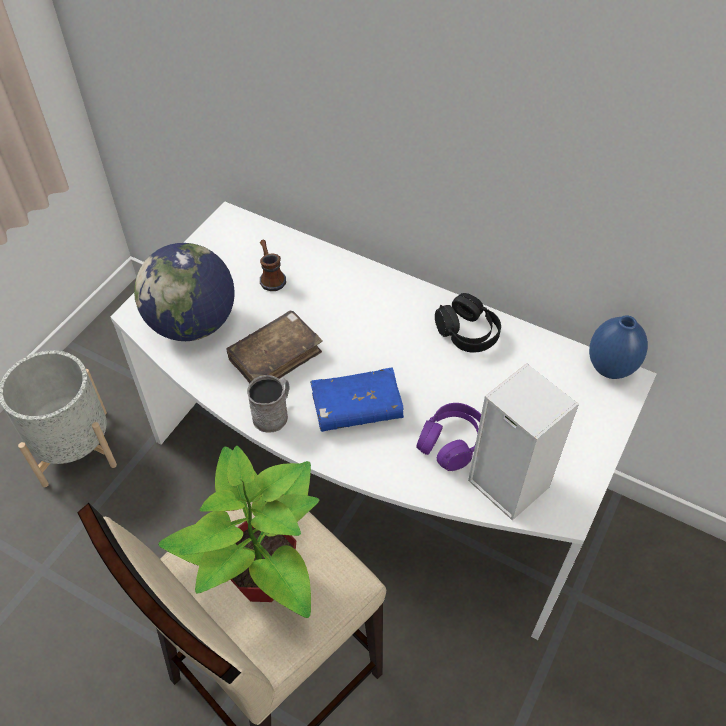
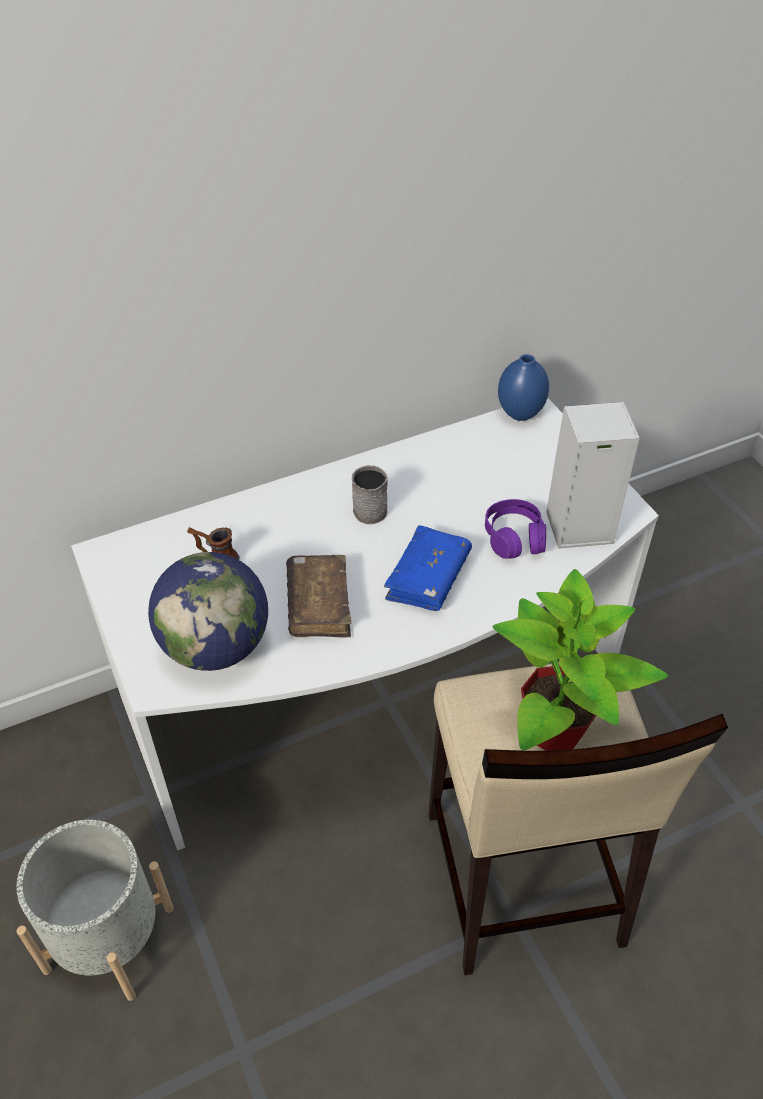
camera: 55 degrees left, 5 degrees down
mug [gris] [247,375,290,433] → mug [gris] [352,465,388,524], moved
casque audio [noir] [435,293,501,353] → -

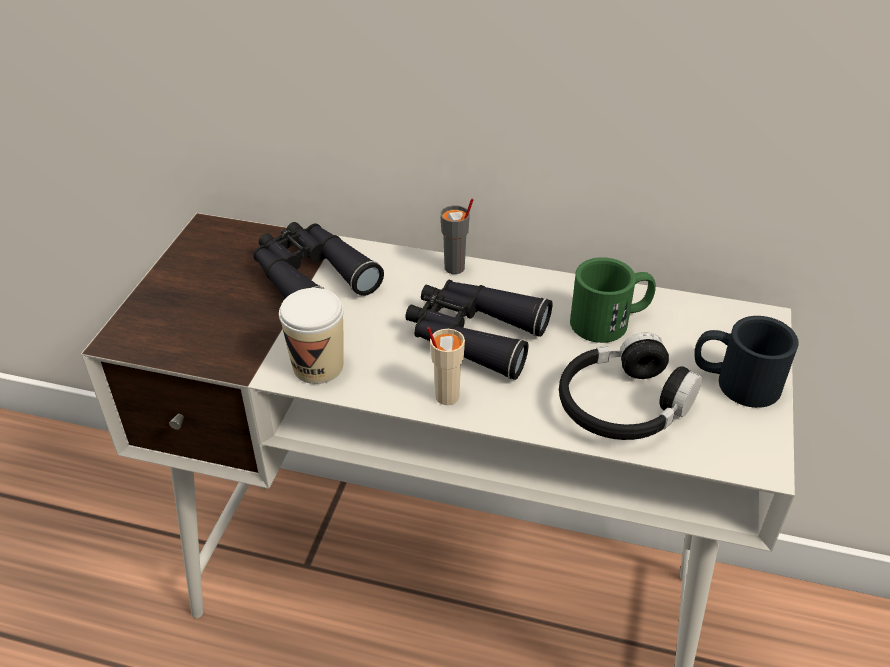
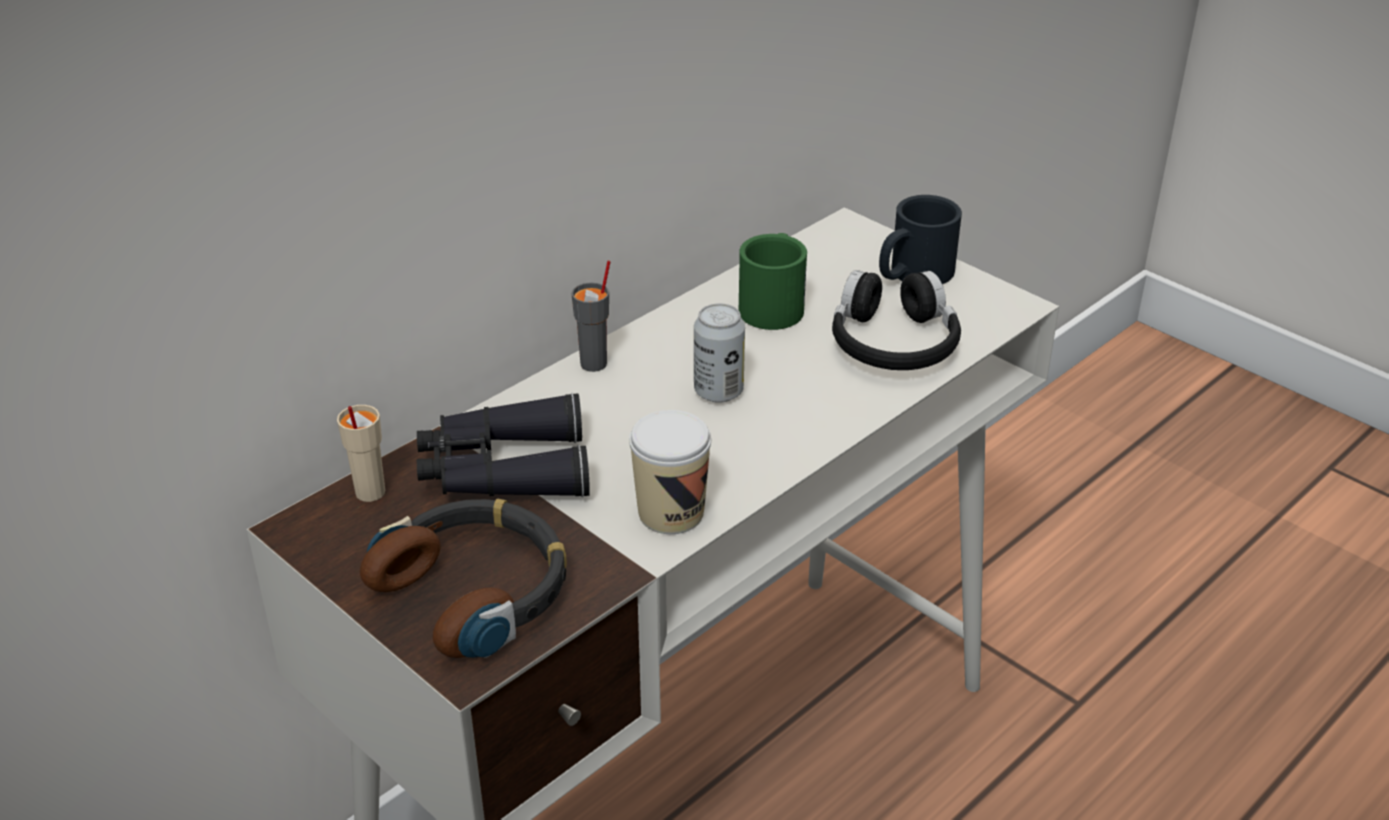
camera: 60 degrees left, 5 degrees down
tasse [beige] [427,327,465,405] → tasse [beige] [337,405,385,502], moved
- → casque audio [360,499,567,658]
jumelles [noir] [405,280,553,380] → boîte métallique [694,303,745,403]

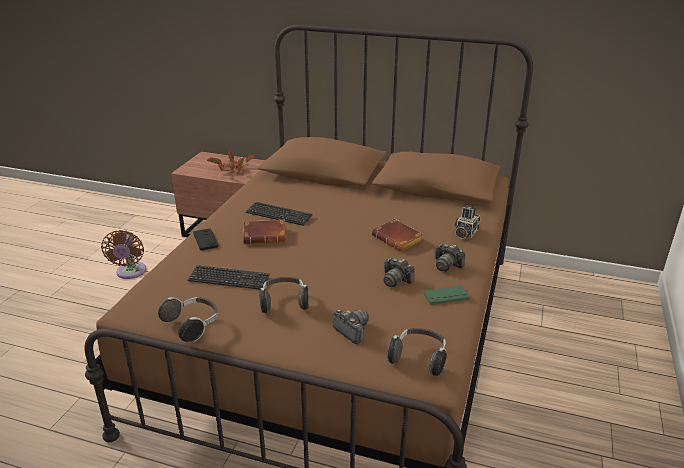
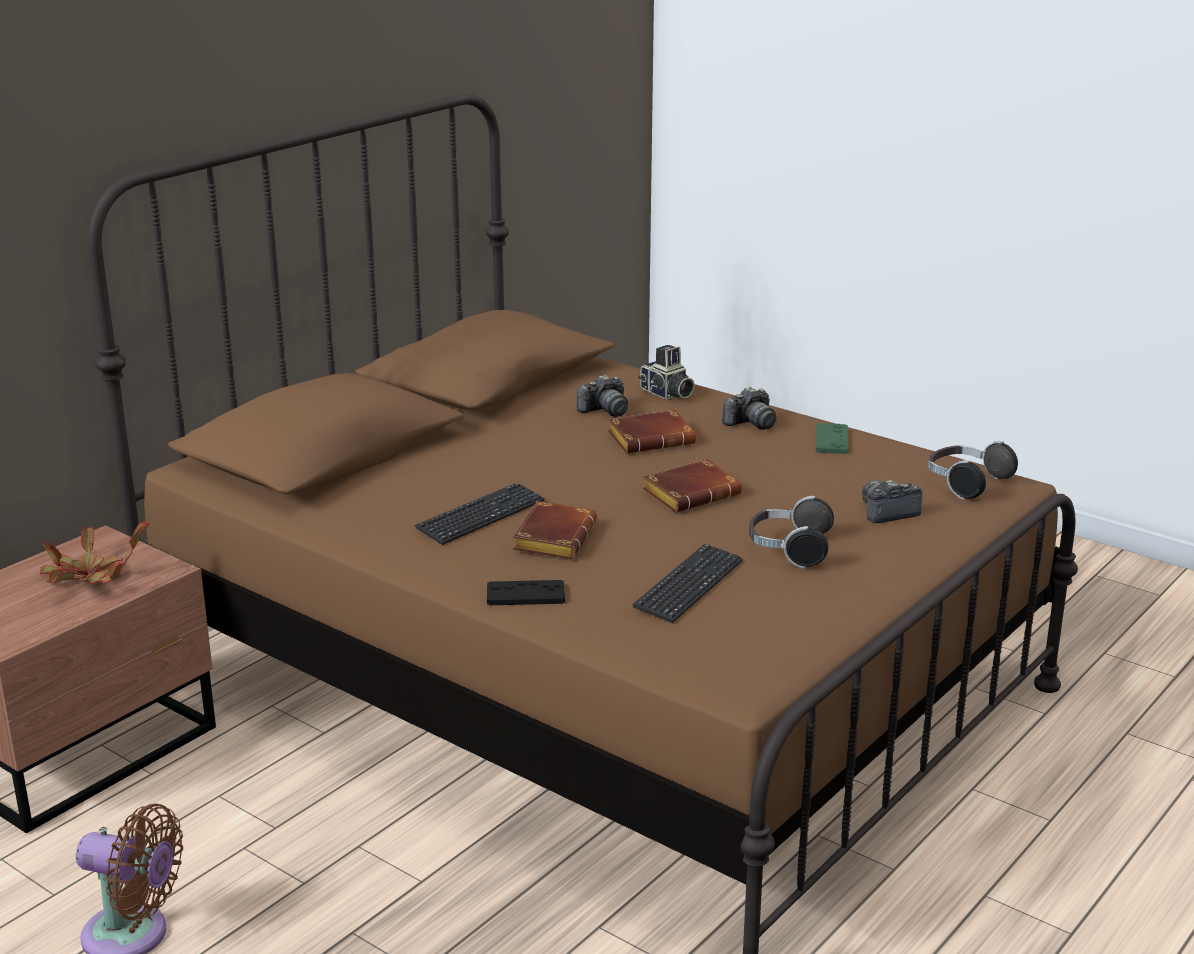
camera: 70 degrees left, 5 degrees down
appareil photo [383,257,415,287] → appareil photo [577,375,628,417], moved
- → livre [marron] [643,459,742,513]
casque audio [158,297,218,342] → -

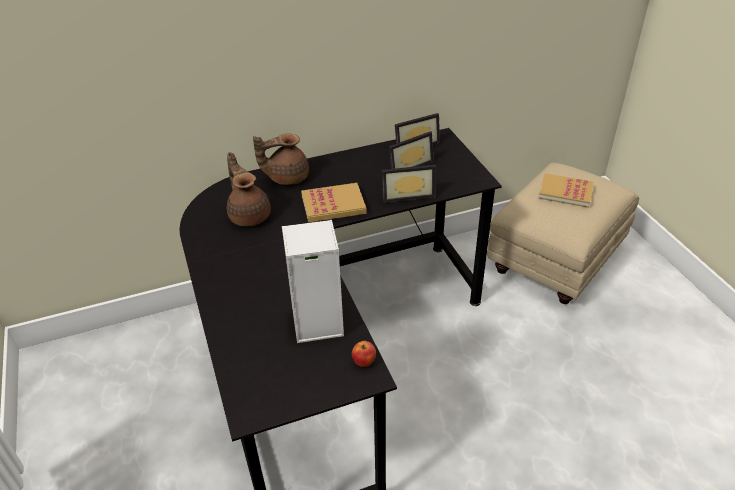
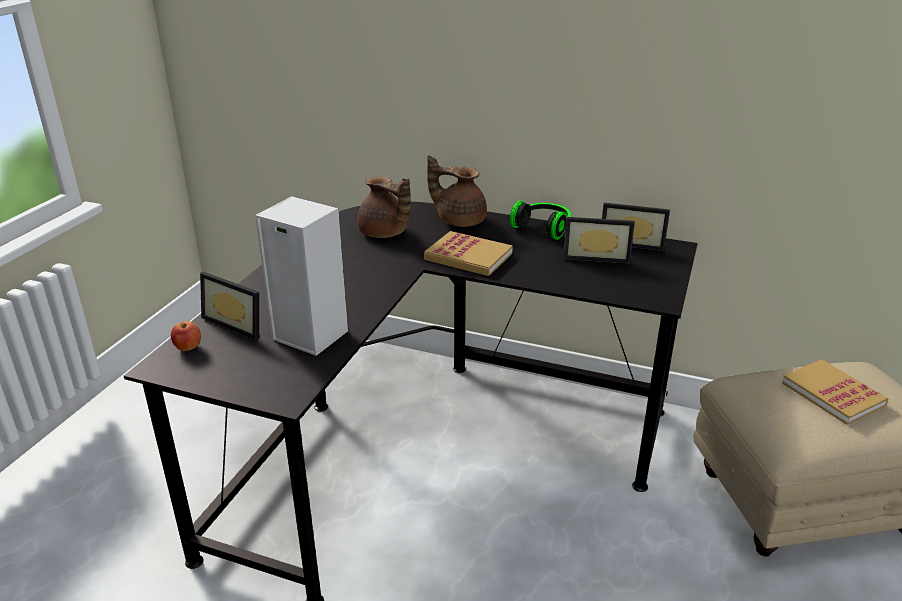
camera: 40 degrees right, 10 degrees down
pomme [352,341,376,367] → pomme [171,321,201,351], moved
cadre photo [382,165,436,203] → cadre photo [200,272,259,340], moved
théière [marron] [227,152,271,226] → théière [marron] [357,177,411,238], 120 degrees clockwise
- → casque audio [510,201,571,240]

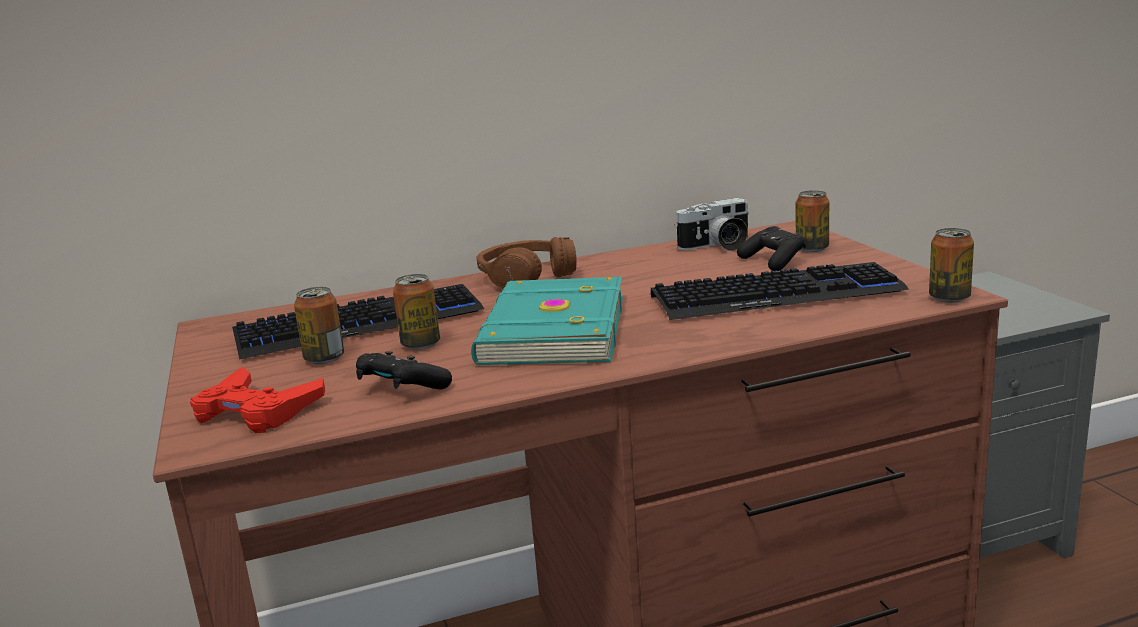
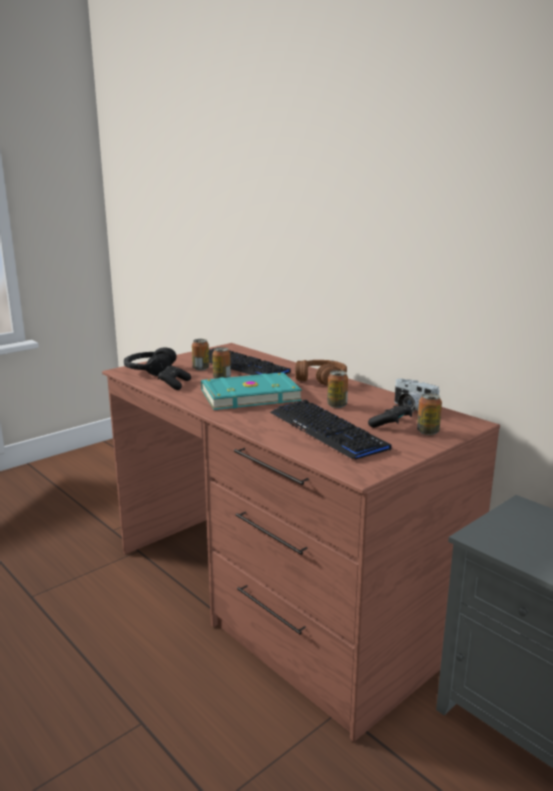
camera: 65 degrees right, 0 degrees up
manette [rouge] [190,367,325,433] → casque audio [noir] [124,347,177,376]
boîte métallique [929,228,974,303] → boîte métallique [327,370,348,408], moved

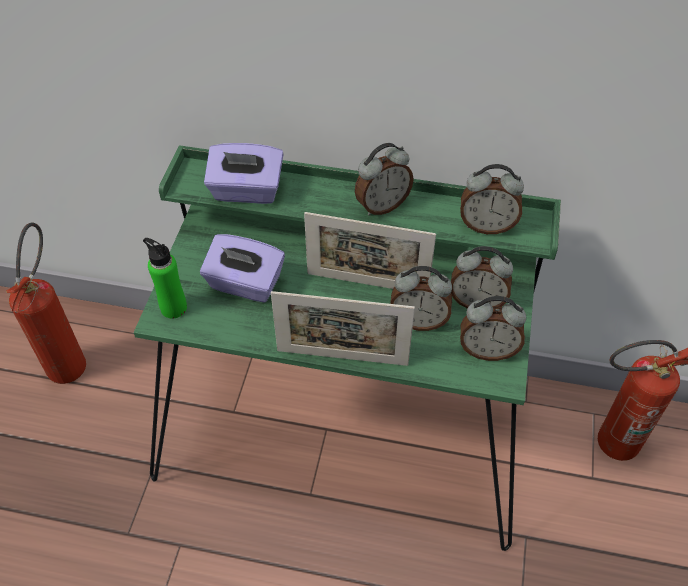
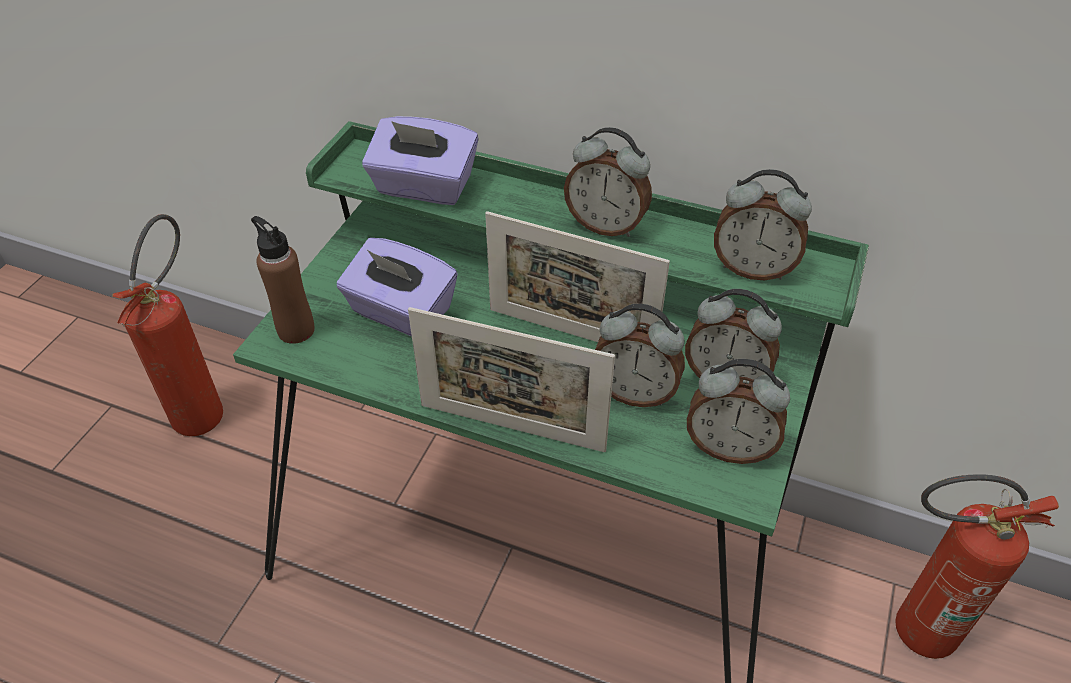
camera: 10 degrees right, 5 degrees down
bouteille [vert] [143,238,187,318] → bouteille [marron] [251,216,315,344]
réveil [355,143,414,216] → réveil [564,127,652,237], 45 degrees clockwise

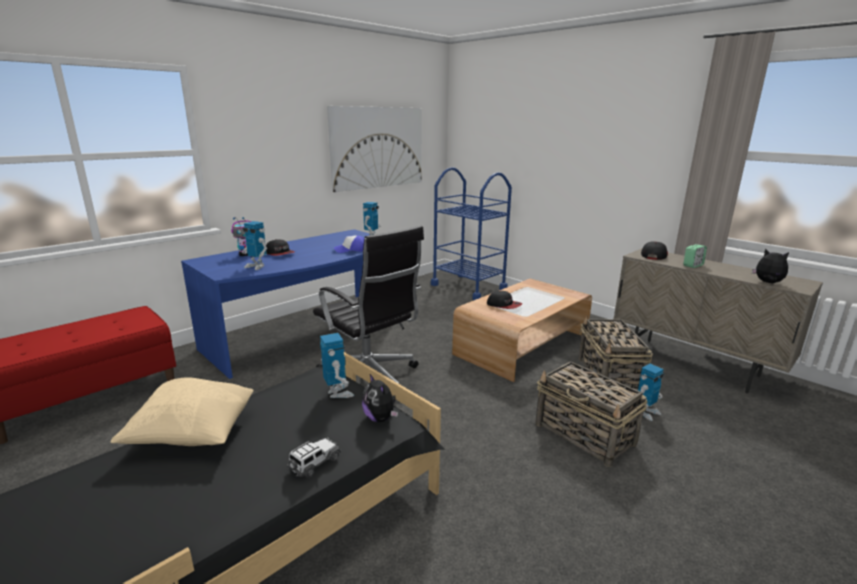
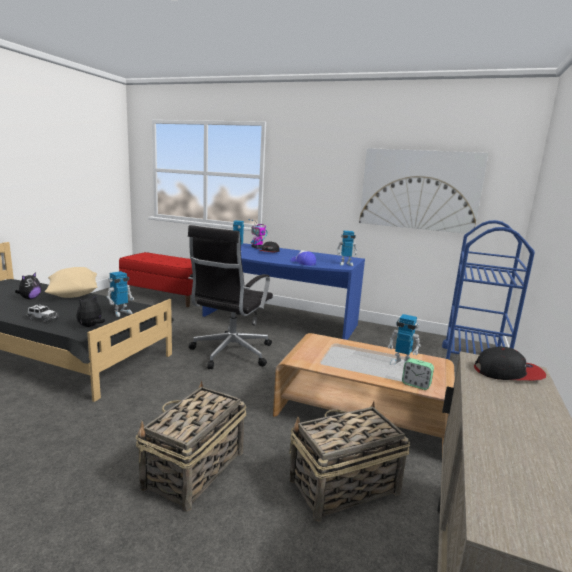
camera: 65 degrees right, 5 degrees down
peluche [752,248,789,283] → peluche [15,272,41,299], moved
robot jouet [638,364,665,421] → robot jouet [388,314,421,365], moved
réveil [683,244,707,268] → réveil [402,358,434,390], moved
casquette [487,291,522,309] → -

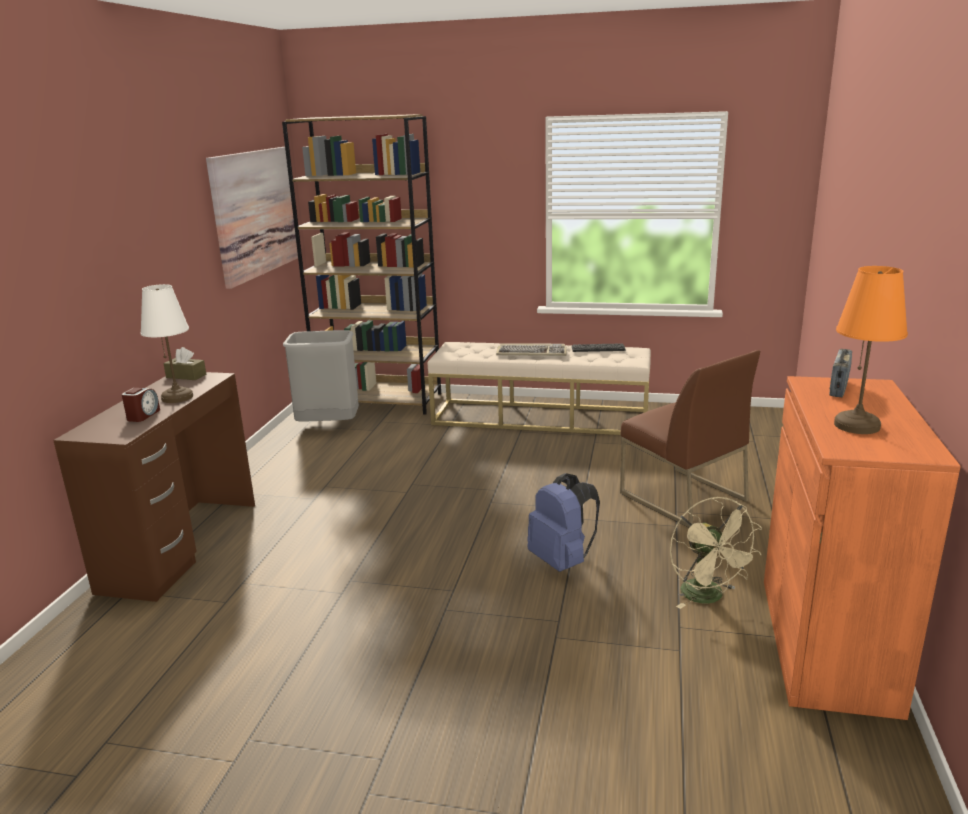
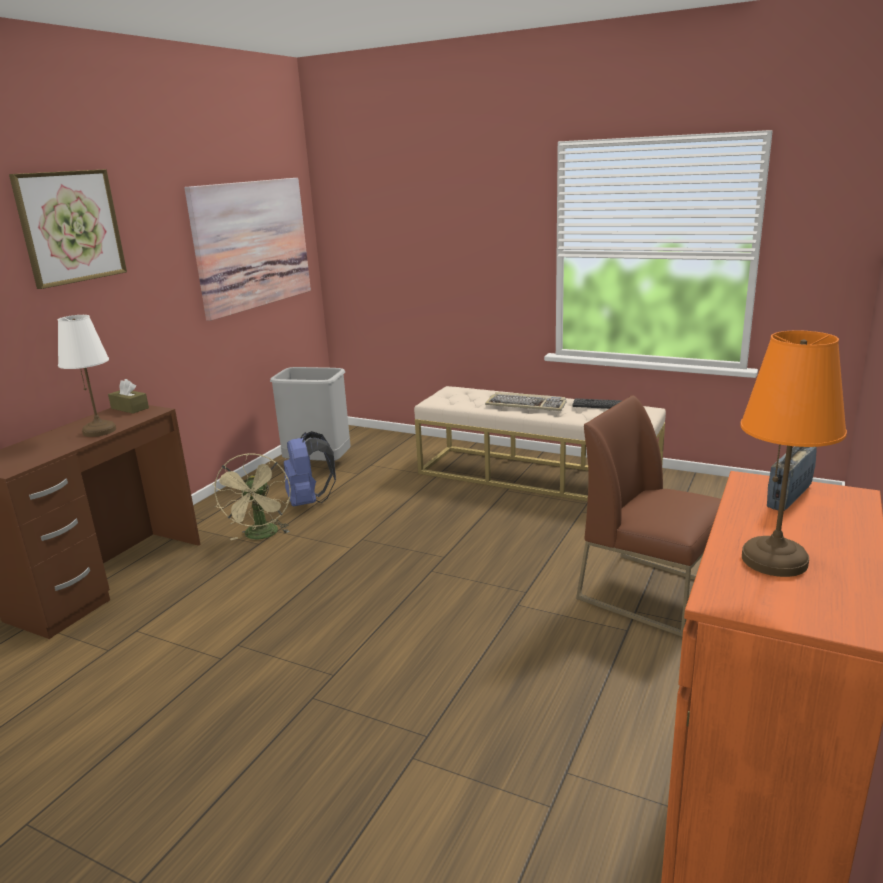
camera: 15 degrees right, 0 degrees up
- → tableau [9,169,127,289]
ventilateur [beige] [670,497,762,609] → ventilateur [beige] [212,453,291,540], moved
sac à dos [bleu] [527,473,600,572] → sac à dos [bleu] [284,431,336,506], moved
chaise [marron] [620,350,760,528] → chaise [marron] [576,395,721,637], 150 degrees clockwise
réveil [122,388,160,422] → -
bibliothèque [marron] [282,114,441,415] → -

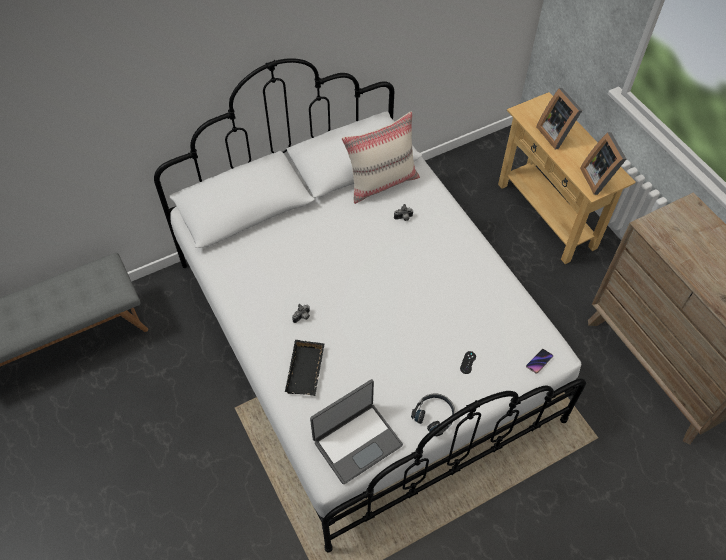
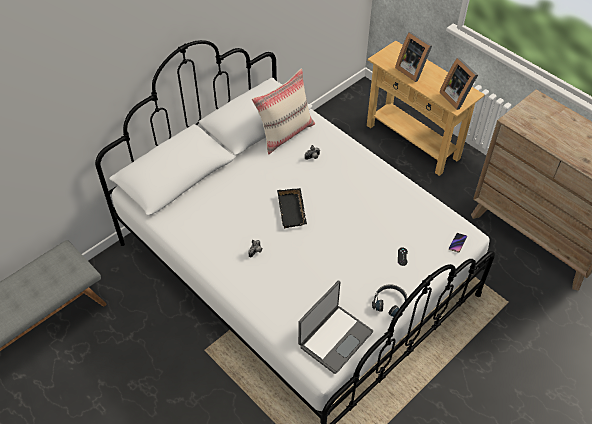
camera: 15 degrees left, 5 degrees down
plateau [noir] [285,340,325,396] → plateau [noir] [277,188,307,228], moved

